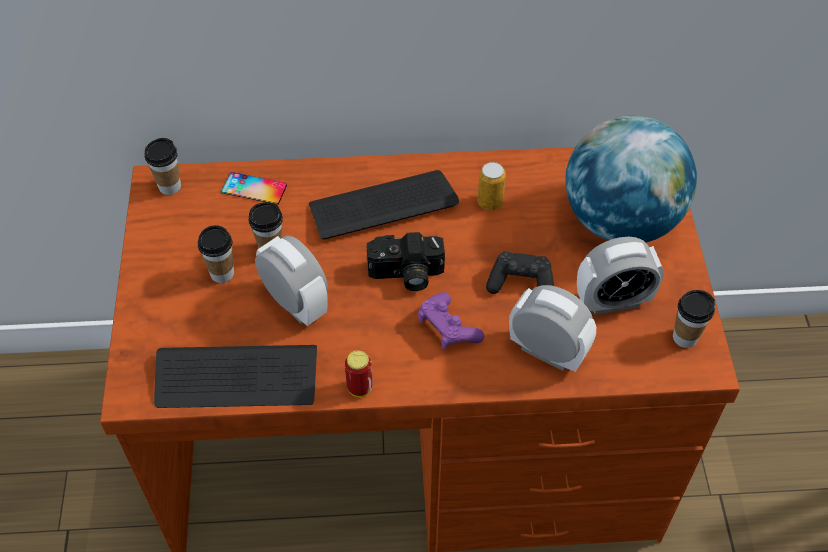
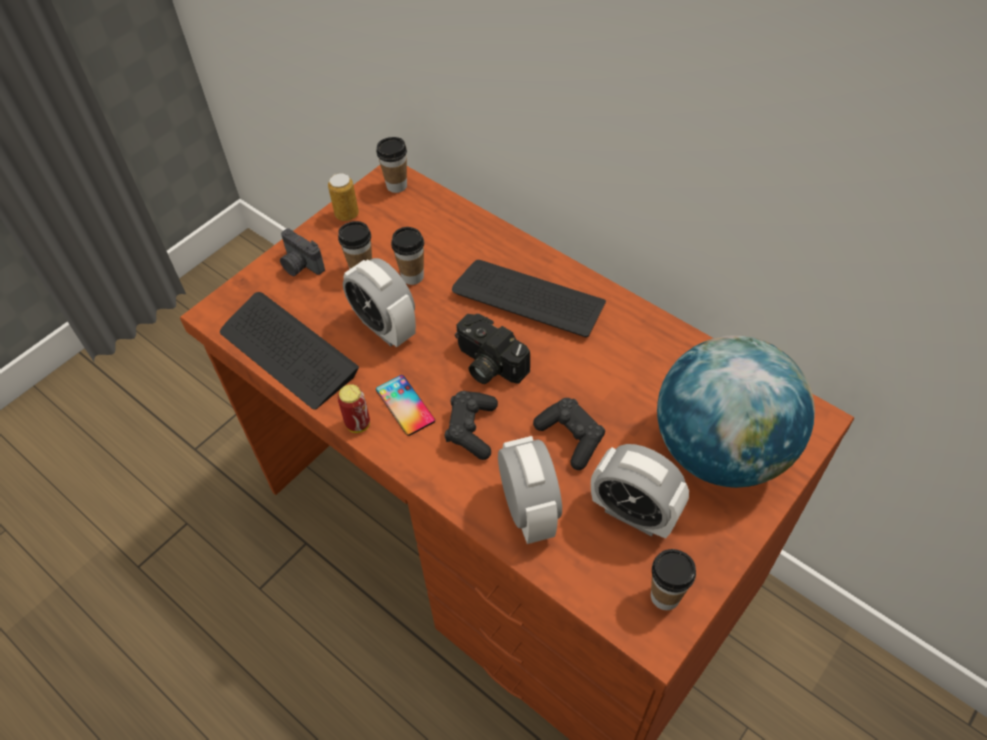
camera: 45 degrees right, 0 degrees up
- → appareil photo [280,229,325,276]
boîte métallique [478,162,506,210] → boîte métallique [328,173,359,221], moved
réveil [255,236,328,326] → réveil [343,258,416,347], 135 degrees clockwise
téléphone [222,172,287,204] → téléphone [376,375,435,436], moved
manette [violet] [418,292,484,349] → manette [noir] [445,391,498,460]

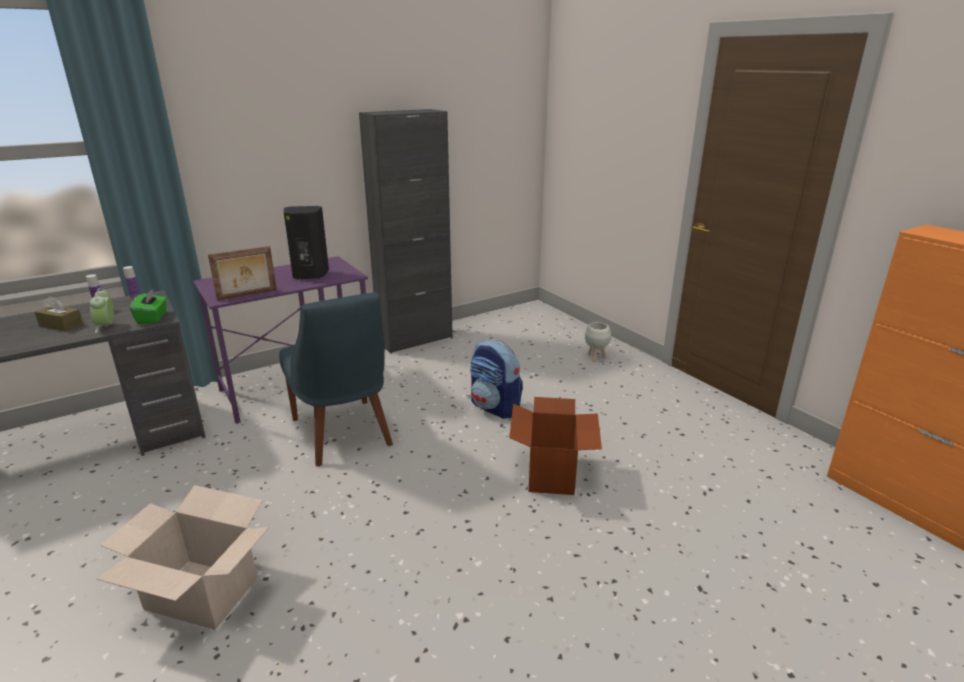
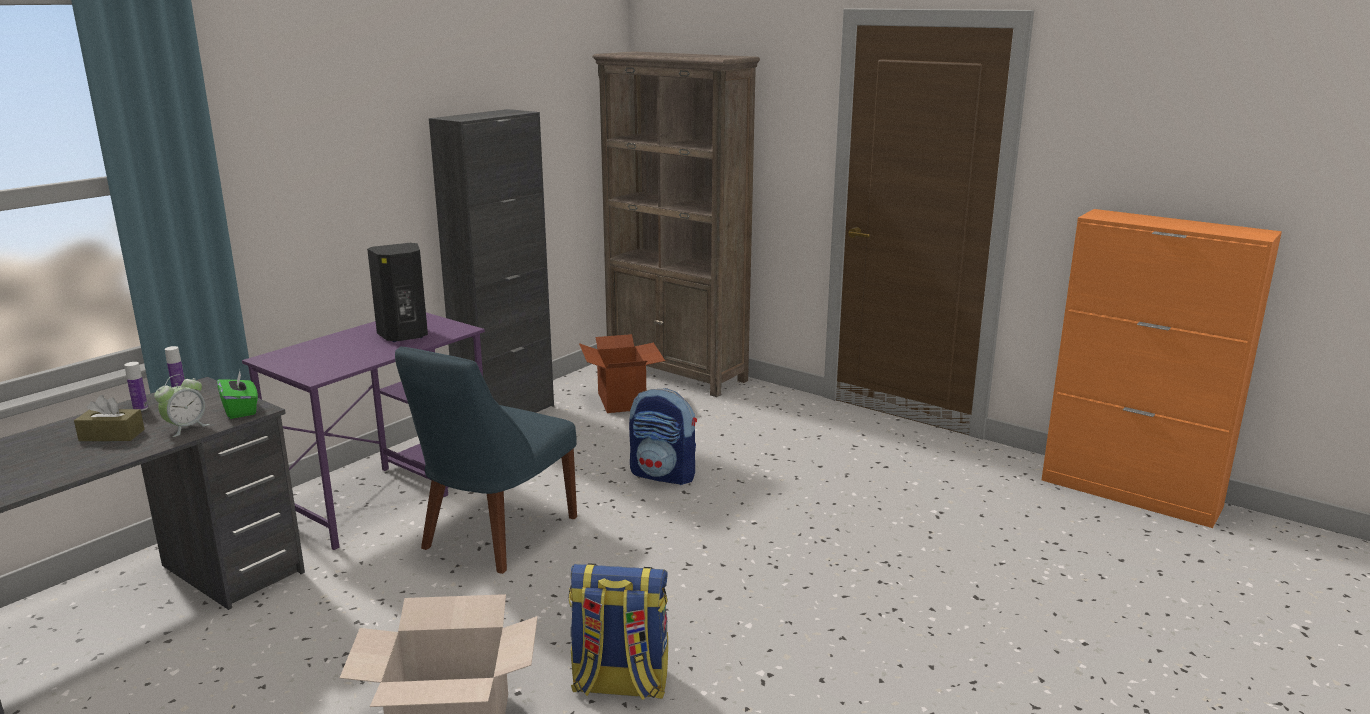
camera: 20 degrees left, 5 degrees down
réveil [90,288,114,333] → réveil [154,375,210,437], 105 degrees counterclockwise
chaise [bleu] [279,292,393,467] → chaise [bleu] [395,347,577,574], 75 degrees clockwise
- → sac à dos [569,563,668,700]
carton [509,397,602,495] → carton [579,334,665,413], moved
- → bibliothèque [marron] [592,51,760,397]
cadre photo [208,246,277,301] → -
cache-pot [blanc] [585,322,611,362] → -

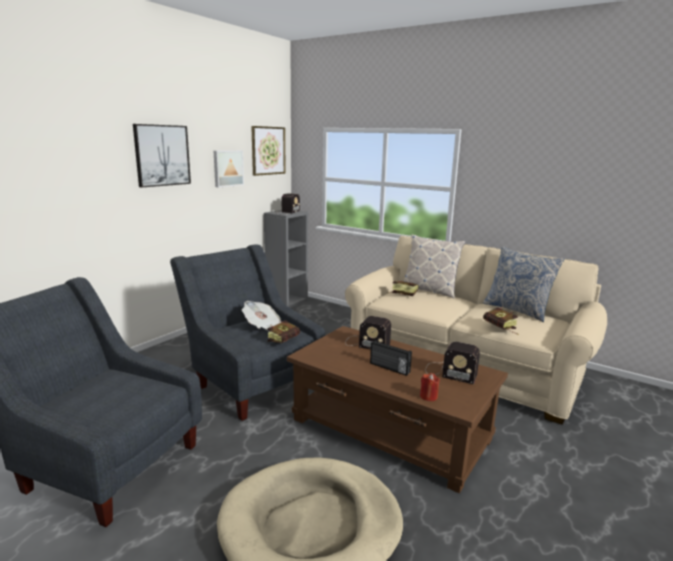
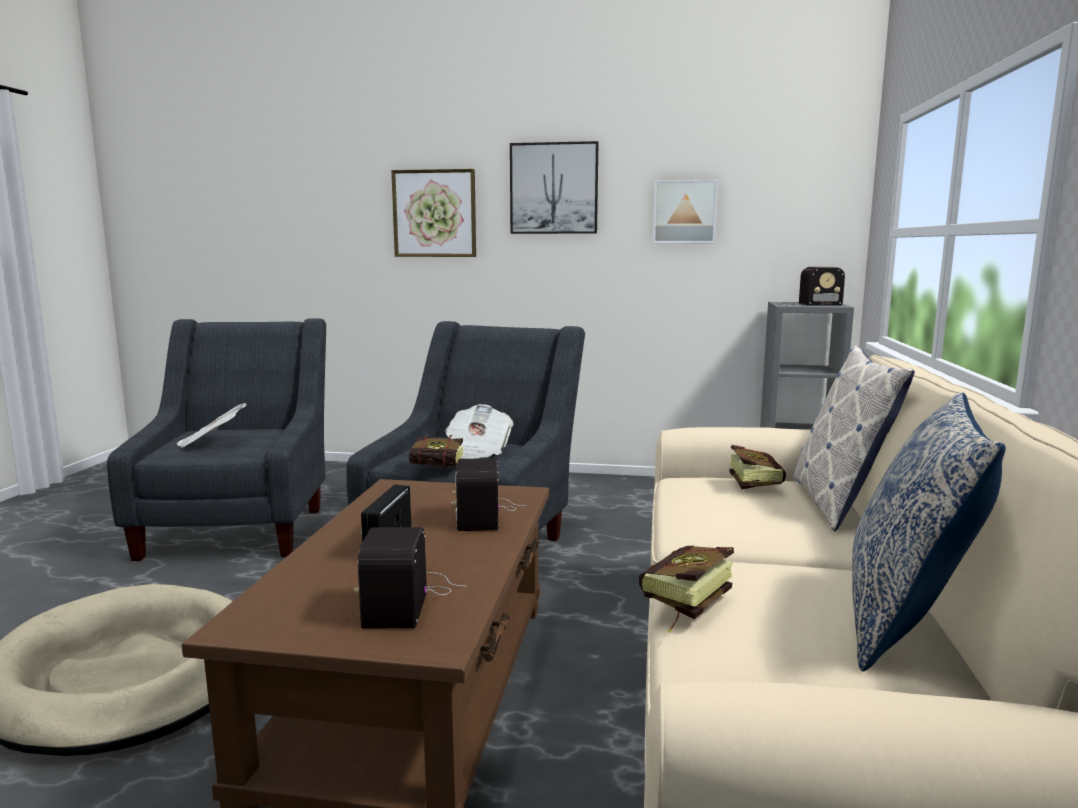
camera: 65 degrees right, 5 degrees down
- → journal [177,403,246,448]
tableau [251,126,286,176] → tableau [391,169,476,257], moved
bougie [rouge] [420,373,440,401] → -

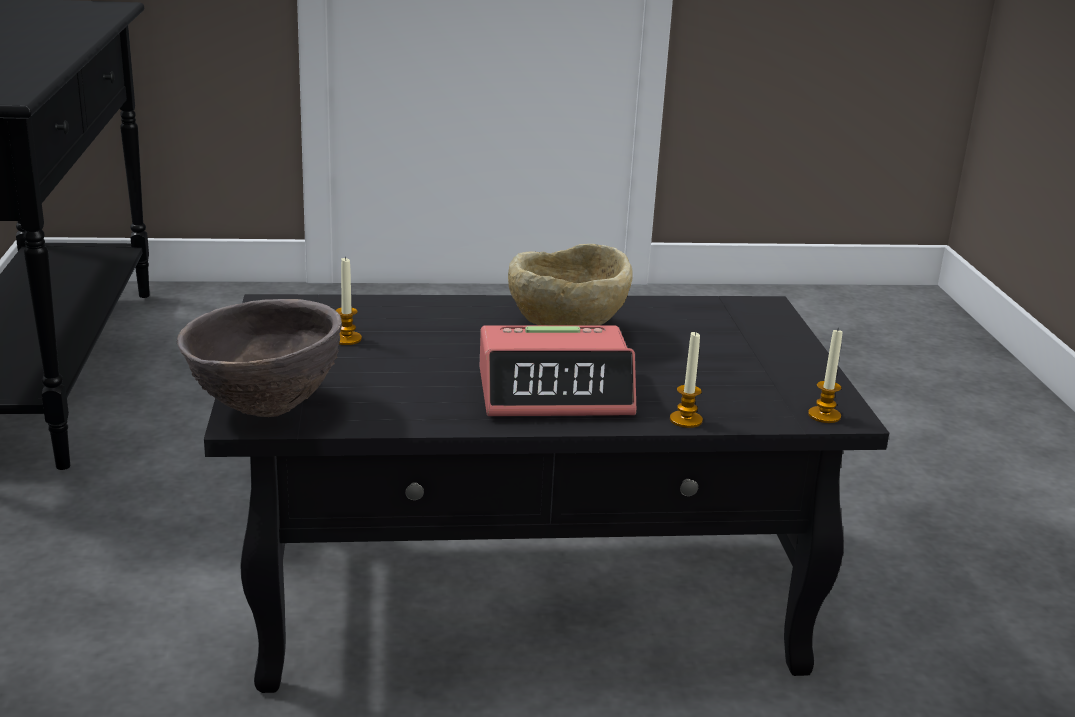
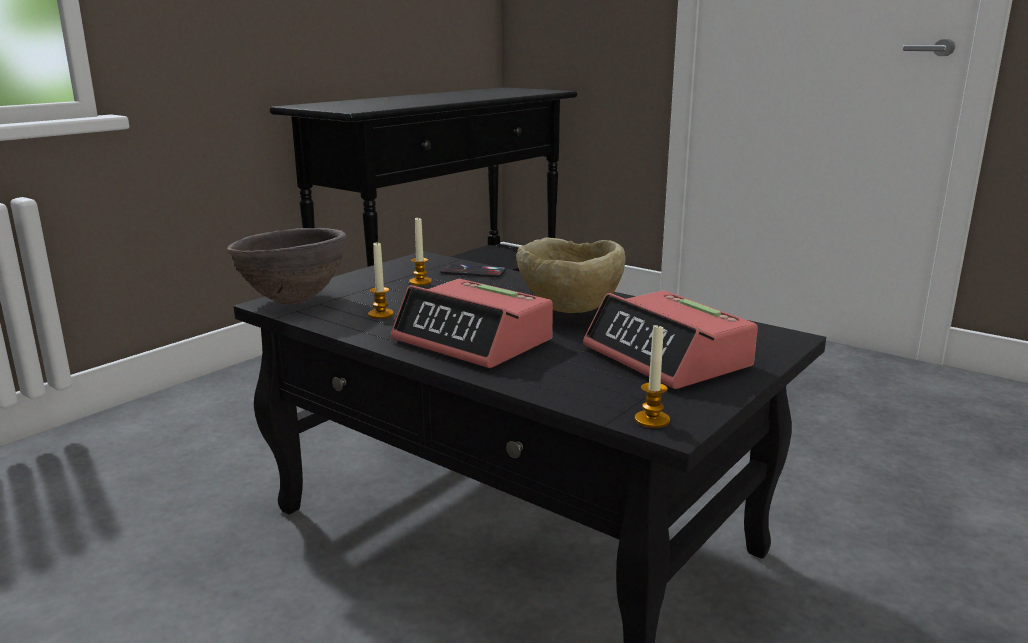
camera: 45 degrees right, 5 degrees down
bougie [670,332,703,428] → bougie [368,242,394,319], moved
- → téléphone [440,264,506,277]
- → réveil [583,290,758,389]

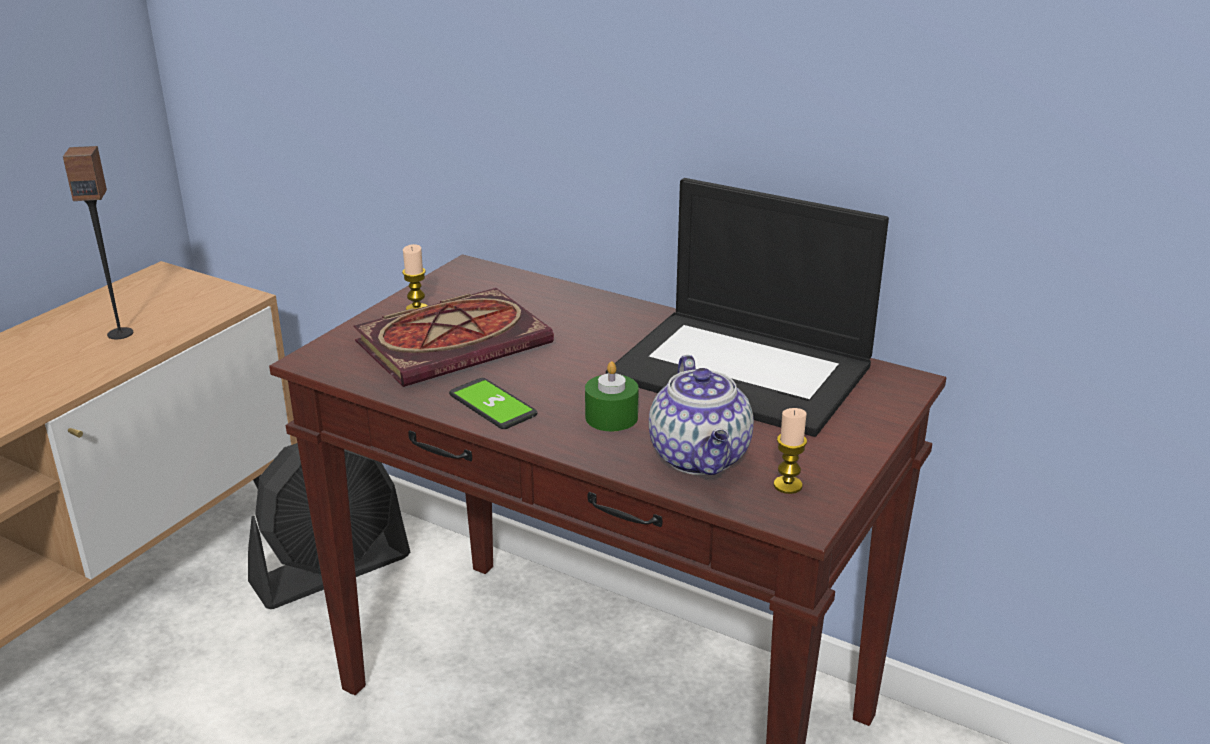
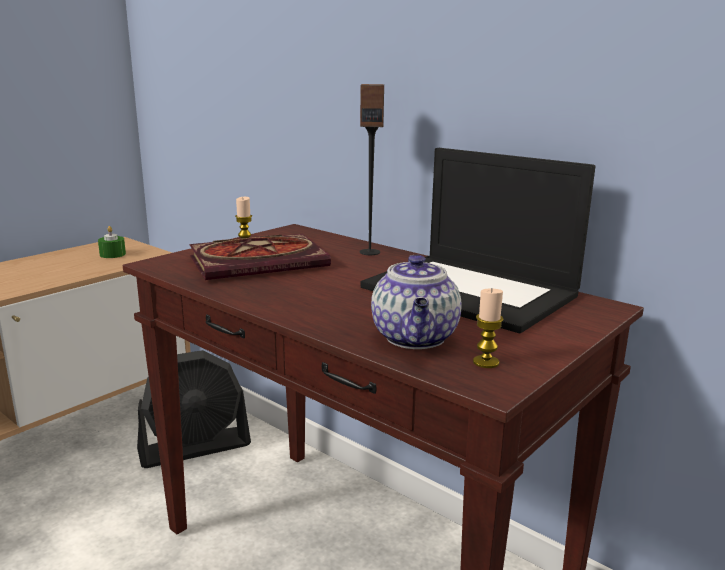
camera: 10 degrees right, 10 degrees down
bougie [vert] [585,361,639,432] → bougie [vert] [98,226,126,258], moved
enceinte [63,146,133,339] → enceinte [359,84,384,255], moved
téléphone [449,378,537,429] → -

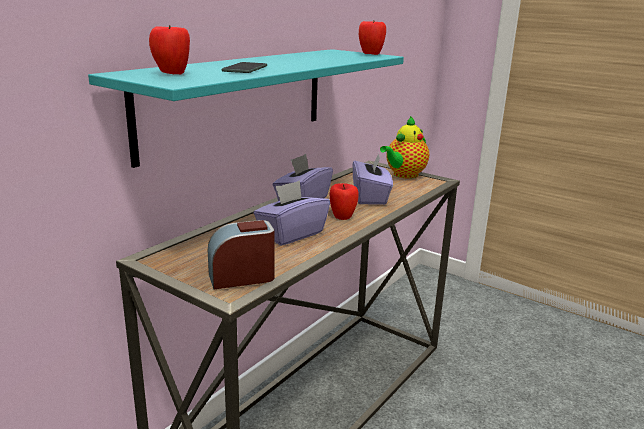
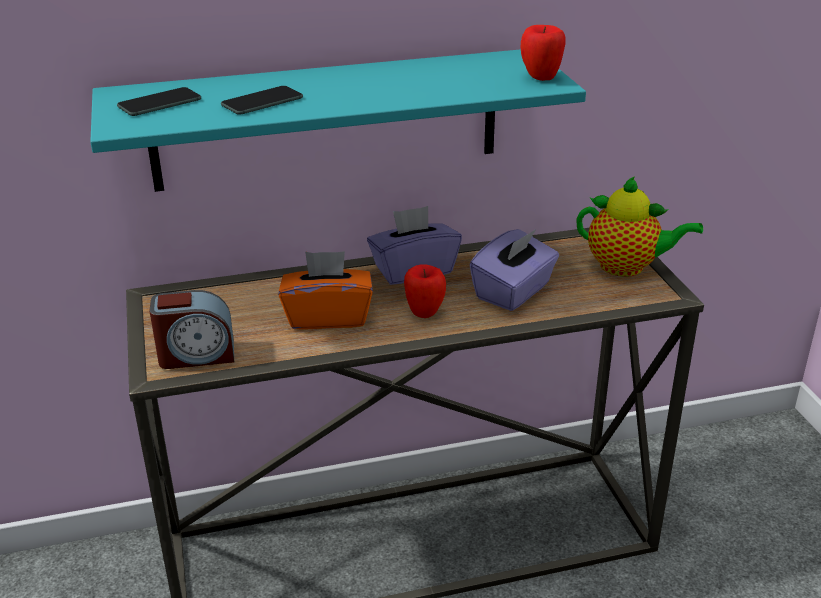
camera: 40 degrees right, 10 degrees up
pomme [149,25,190,75] → téléphone [117,87,201,116]
réveil [208,220,275,289] → réveil [150,290,234,369], 150 degrees clockwise
boîte à mouchoirs [violet] [254,180,330,246] → boîte à mouchoirs [orange] [279,251,373,330]
théière [380,116,429,179] → théière [577,176,703,277], 150 degrees counterclockwise

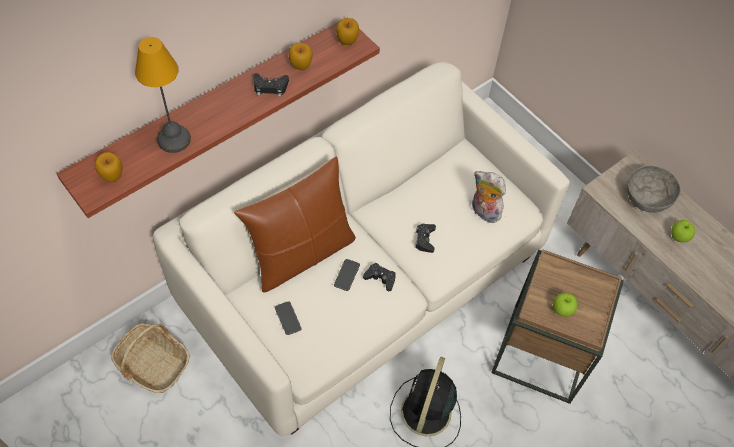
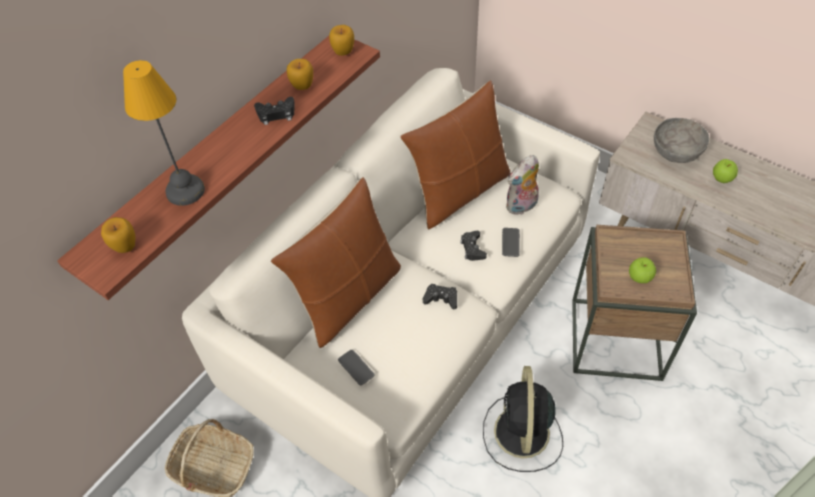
camera: 10 degrees left, 5 degrees down
- → coussin [marron] [400,80,510,229]
téléphone [334,259,360,291] → téléphone [502,228,520,257], moved
peluche [472,171,506,223] → peluche [506,155,539,216], 60 degrees counterclockwise

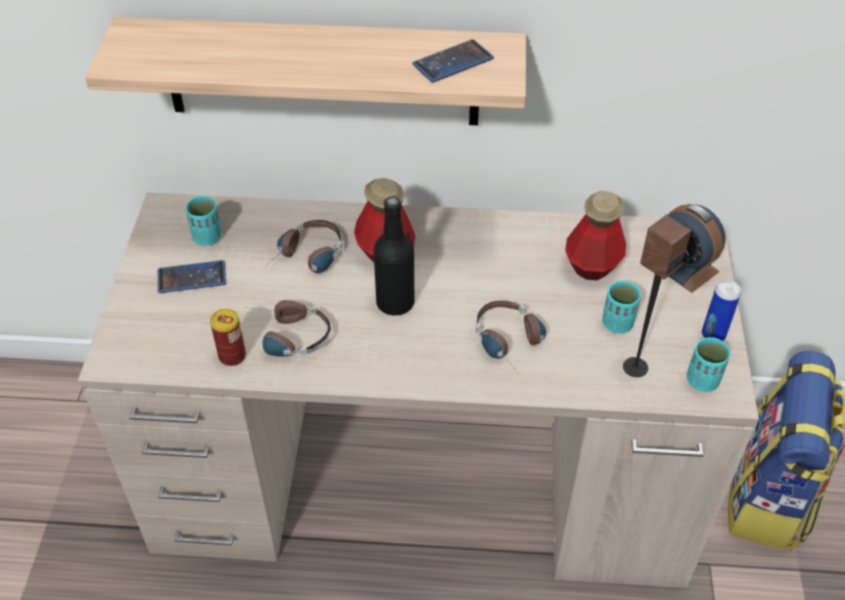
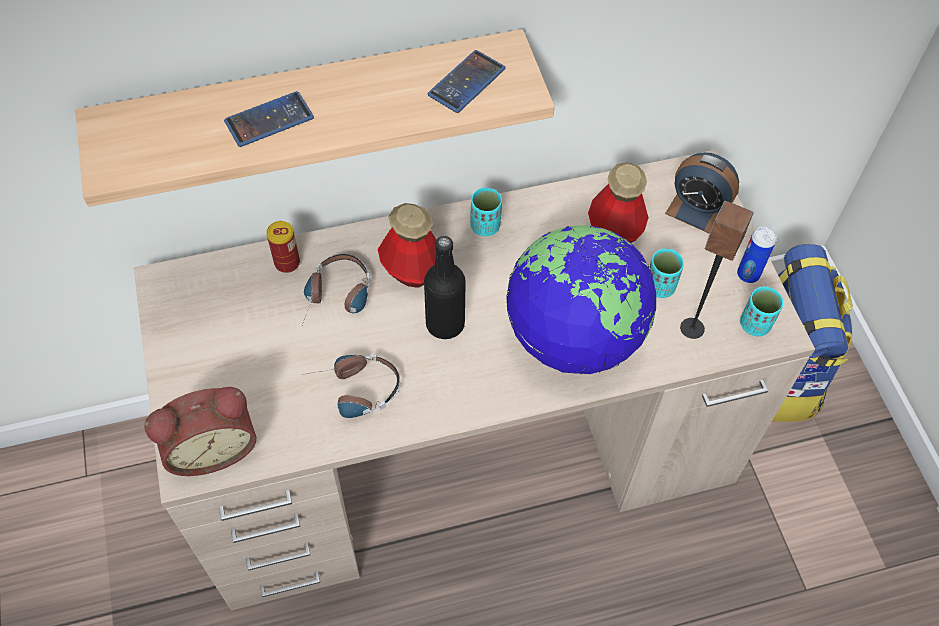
camera: 20 degrees left, 10 degrees up
- → réveil [144,387,256,476]
téléphone [158,260,226,293] → téléphone [224,91,314,147], moved
boîte métallique [210,309,246,366] → boîte métallique [266,221,300,273], moved
tasse [turquoise] [186,196,222,246] → tasse [turquoise] [470,188,502,236], moved
casque audio [476,301,546,376] → globe [506,225,656,375]

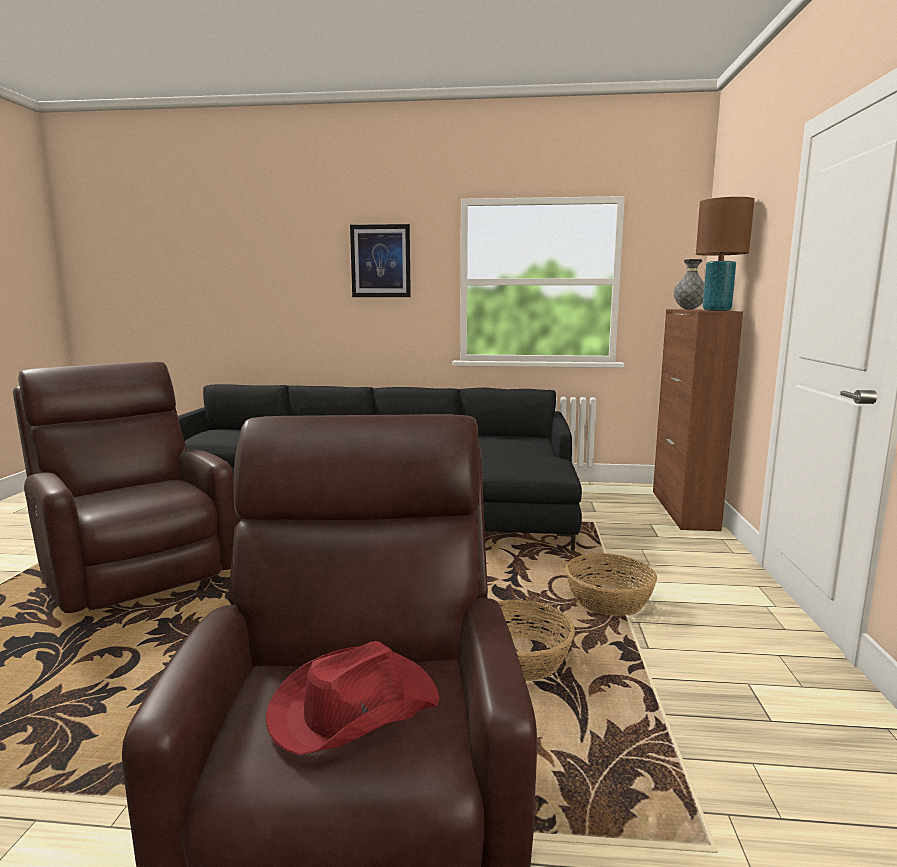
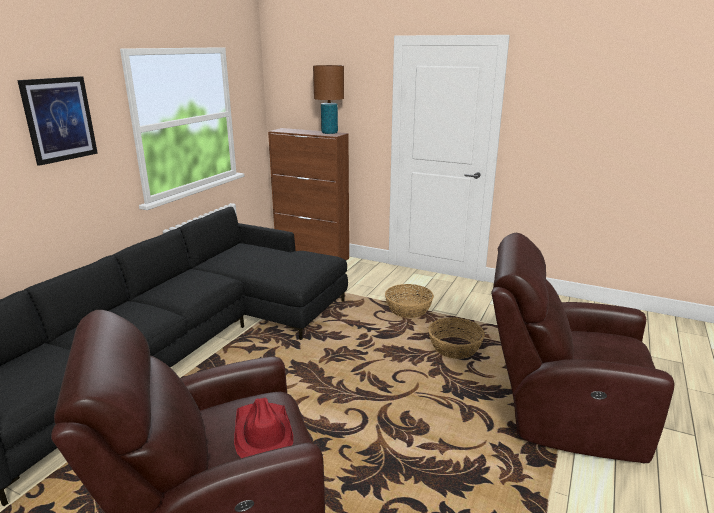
camera: 70 degrees left, 10 degrees up
chapeau [rouge] [266,641,439,755] → chapeau [rouge] [234,398,293,458], moved
vase [gris] [674,259,705,310] → -

